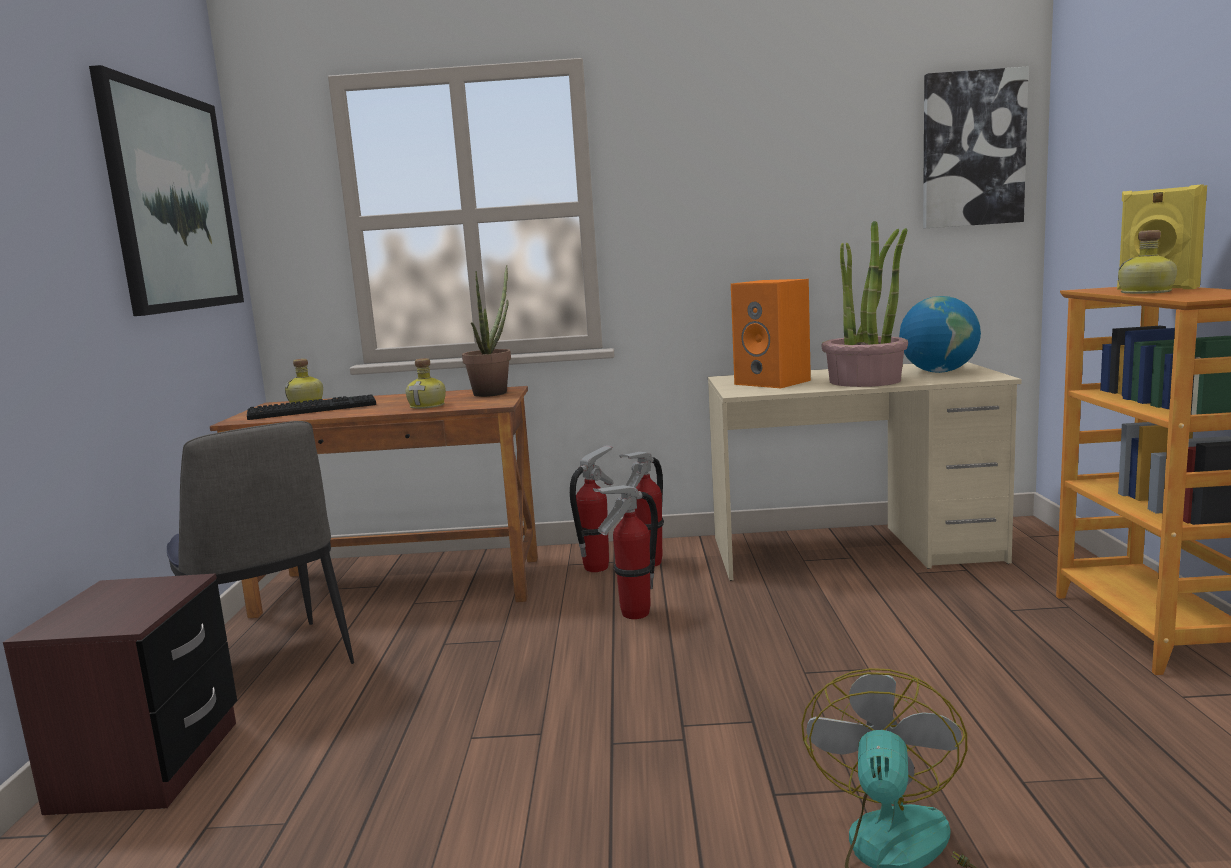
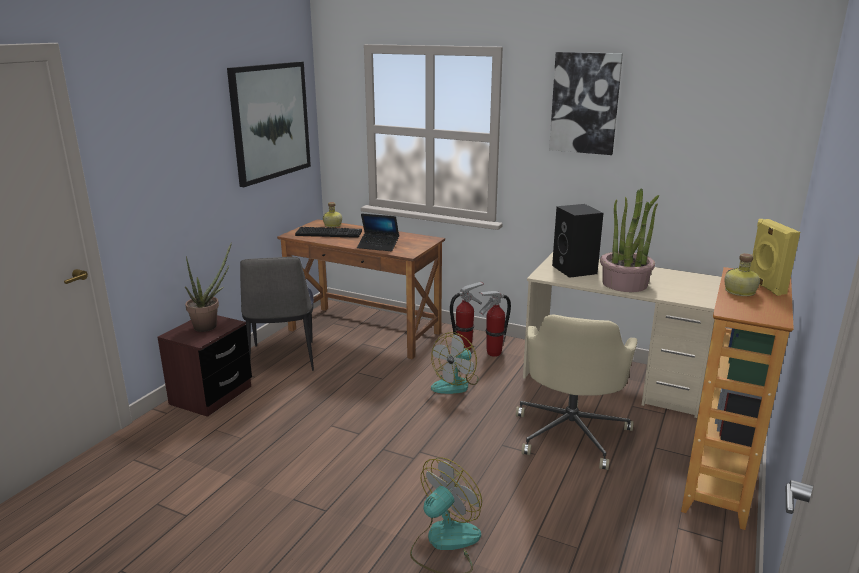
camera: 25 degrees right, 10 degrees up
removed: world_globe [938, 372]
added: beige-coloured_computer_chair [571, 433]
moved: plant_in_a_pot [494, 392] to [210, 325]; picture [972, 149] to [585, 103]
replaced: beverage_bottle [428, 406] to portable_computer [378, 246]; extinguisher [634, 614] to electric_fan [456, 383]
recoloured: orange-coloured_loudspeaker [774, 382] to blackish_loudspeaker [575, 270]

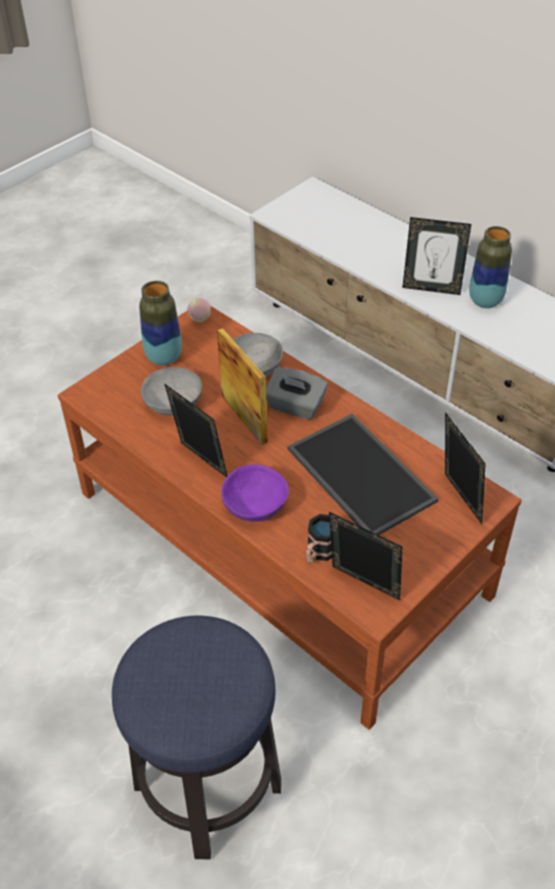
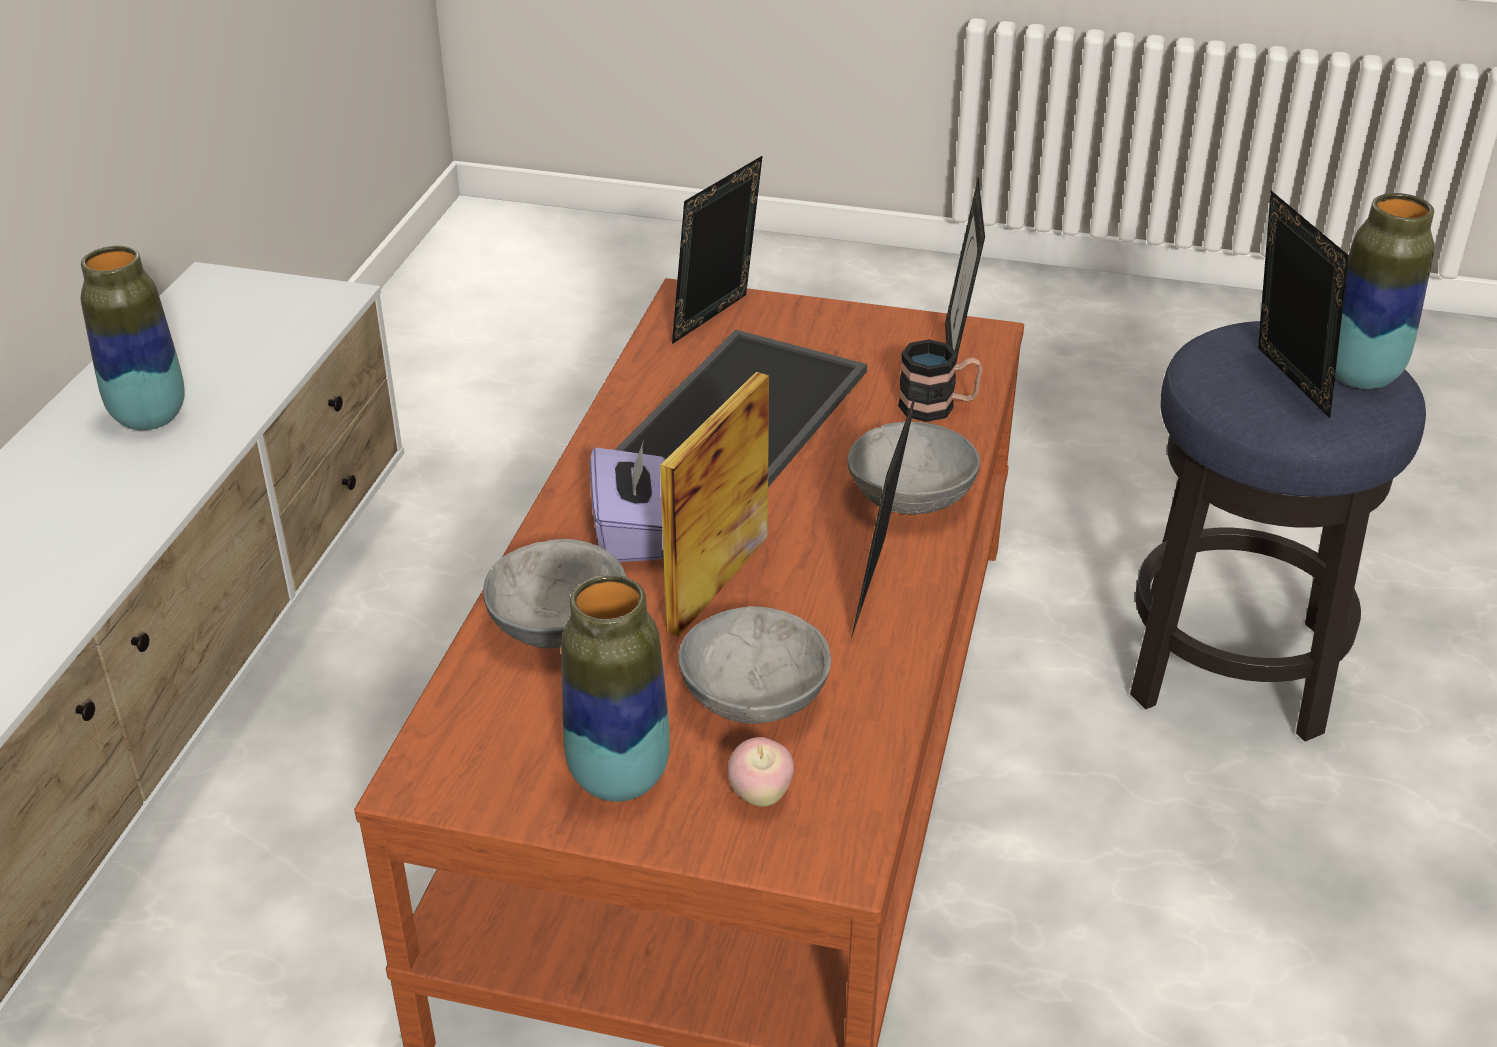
camera: 120 degrees left, 10 degrees down
added: vase [1360, 376]
moved: apple [200, 319] to [760, 796]; standing_frame [431, 288] to [1283, 384]
recoloured: purple_deep_dish [254, 505] to grey_deep_dish [912, 496]; grey_tissue_holder [295, 406] to purple_tissue_holder [634, 533]

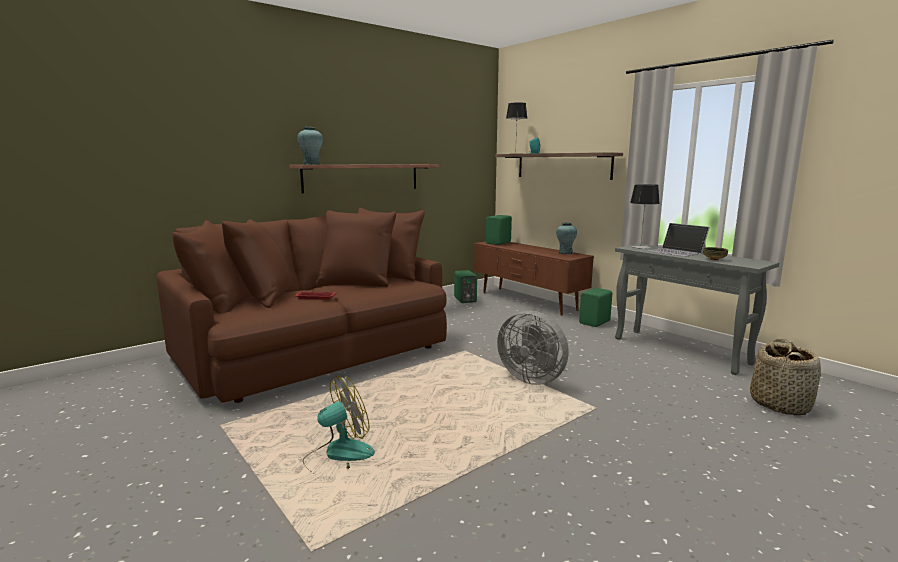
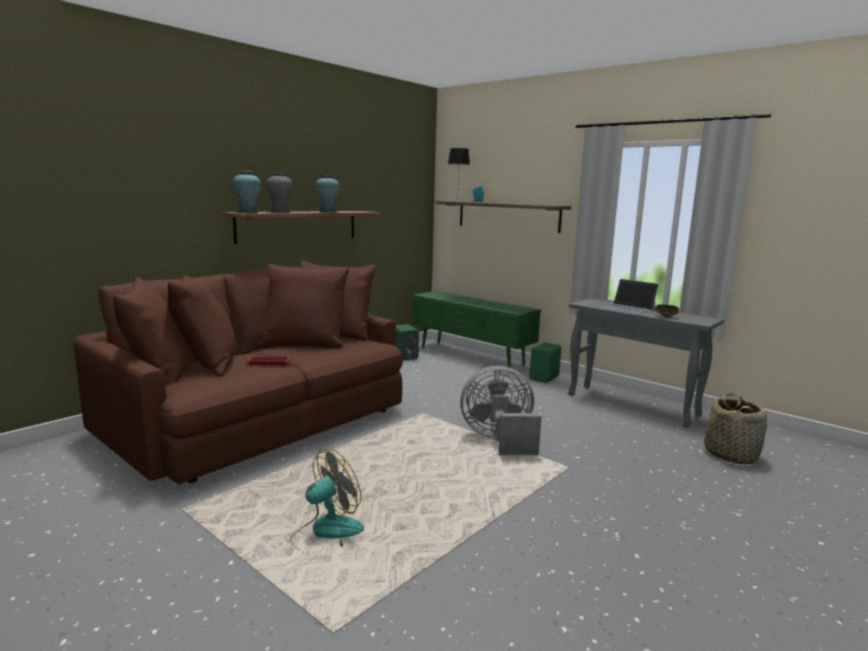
camera: 10 degrees left, 0 degrees up
removed: green_loudspeaker [499, 243]; lamp_for_a_table [640, 247]
added: grey_vase [280, 212]
moved: blue-green_vase [565, 253] to [328, 211]
recoloured: brown-coloured_media_console [527, 301] to green_media_console [470, 356]
turned: grey_electric_fan [532, 378] = [499, 440] 150 degrees clockwise

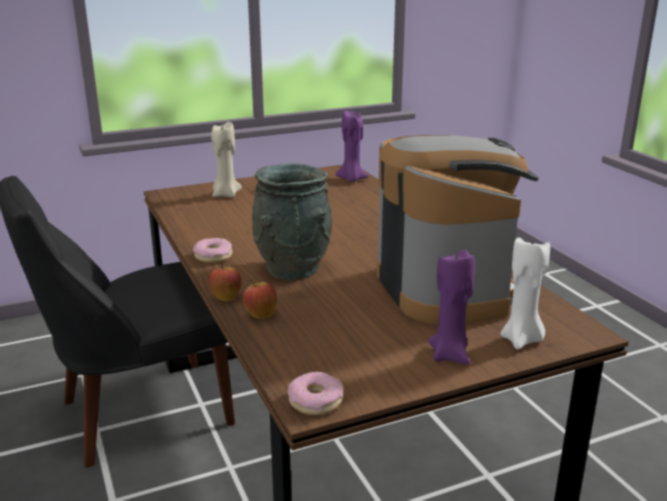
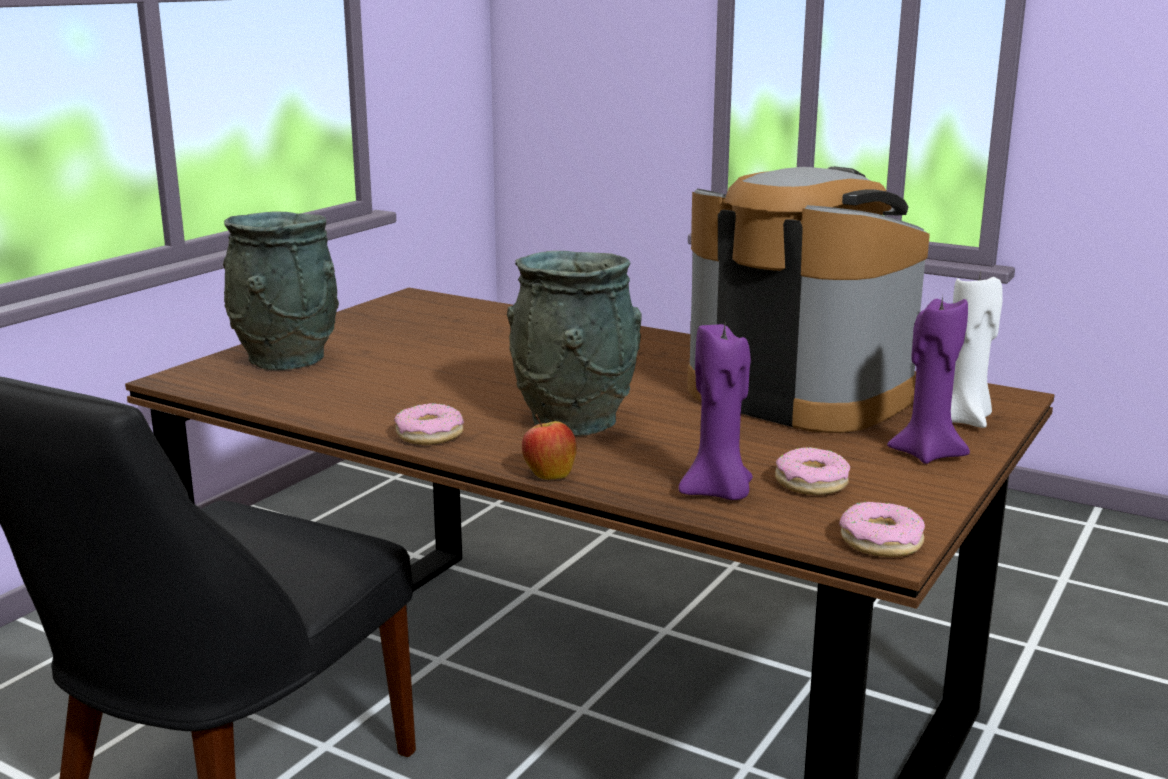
camera: 35 degrees left, 5 degrees down
removed: apple [260, 315]
added: doughnut [811, 483]
moved: purple_wax_light [351, 179] to [719, 493]
replaced: beige-coloured_wax_light [225, 194] to grey_vase [288, 359]

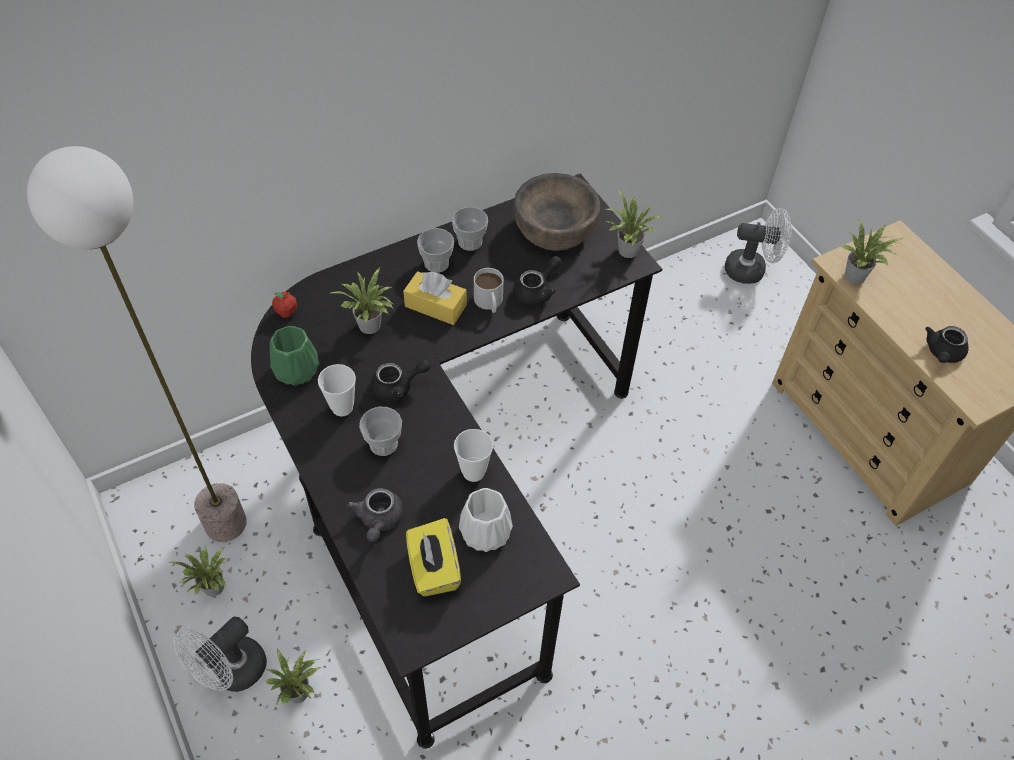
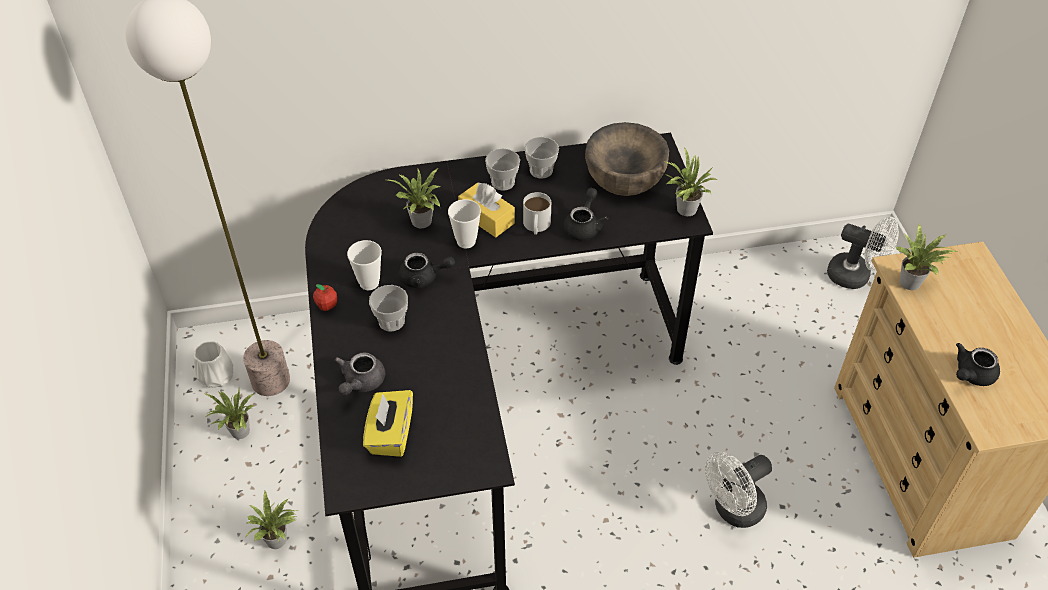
camera: 20 degrees right, 5 degrees down
removed: green_vase [295, 370]
moved: white-coloured_electric_fan [232, 673] to [733, 511]; apple [286, 312] to [327, 305]; drinking_cup [473, 472] to [466, 241]; white-coloured_vase [487, 532] to [218, 376]
turned: blackish_tea_pot [536, 291] = [584, 226] 45 degrees counterclockwise

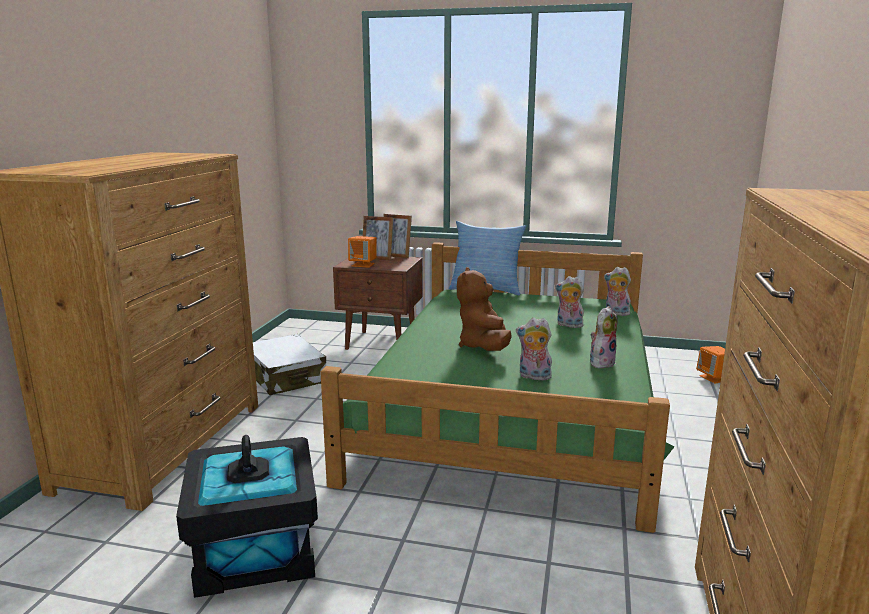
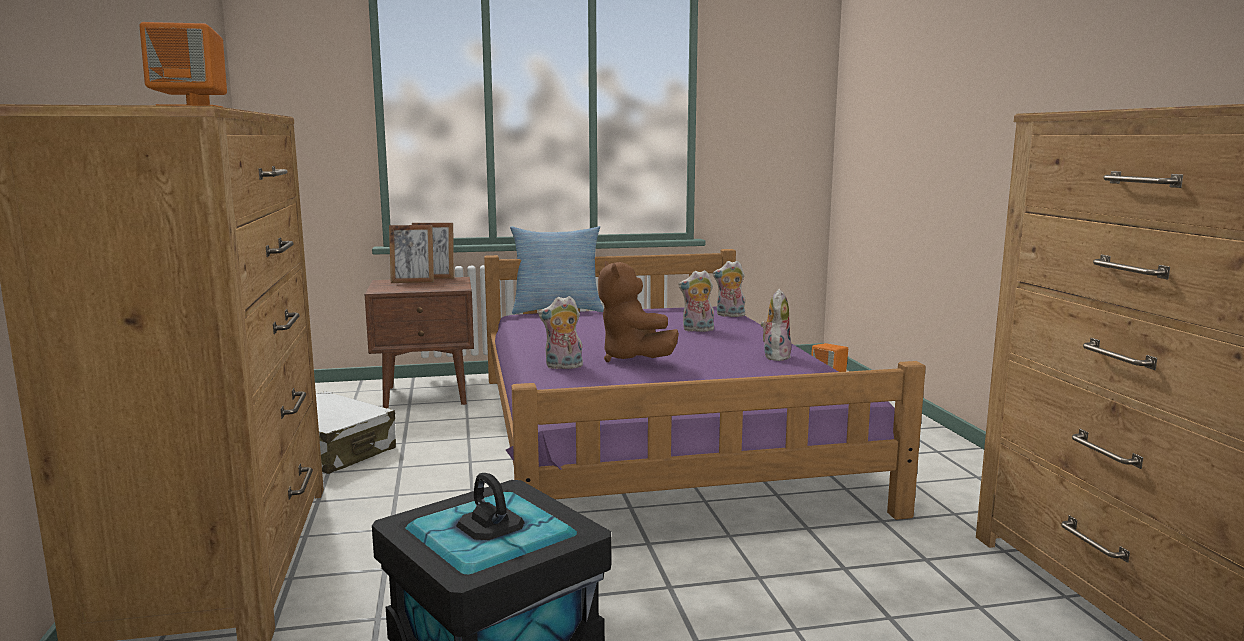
camera: 25 degrees left, 5 degrees down
moved: orange-coloured_loudspeaker [363, 265] to [191, 107]; cuddly_toy [533, 377] to [563, 367]
recoloured: green_bedroom_bed [512, 407] to purple_bedroom_bed [656, 435]

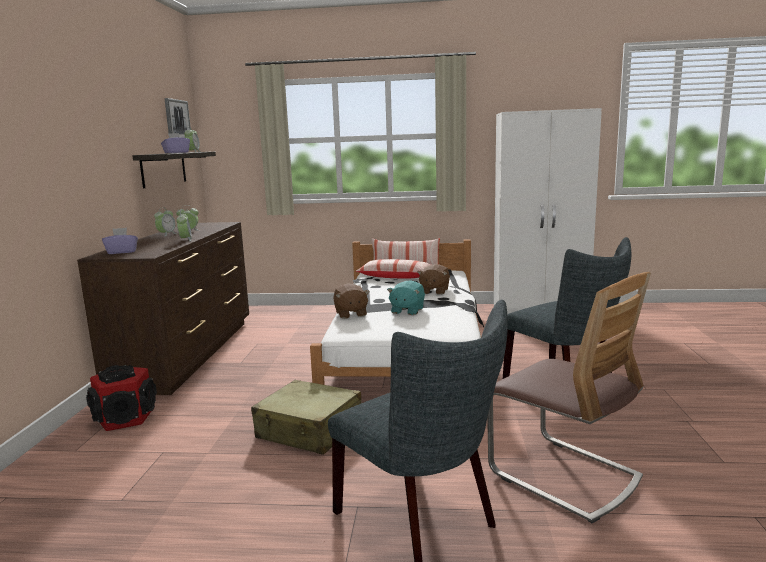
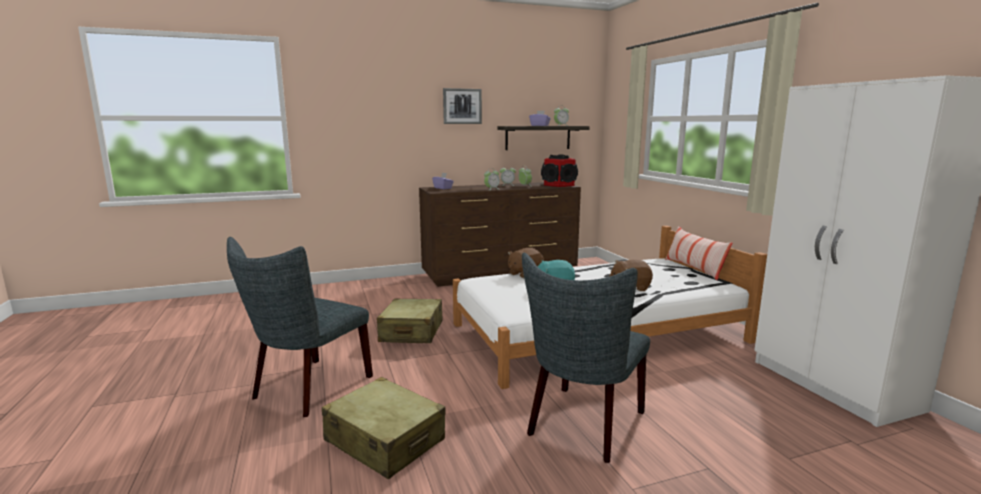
camera: 65 degrees right, 0 degrees up
removed: throw_pillow [395, 277]
moved: loudspeaker [126, 418] to [559, 185]; picture [177, 120] to [462, 106]
replaced: upright_chair [564, 475] to beige-coloured_piece_of_luggage [385, 440]

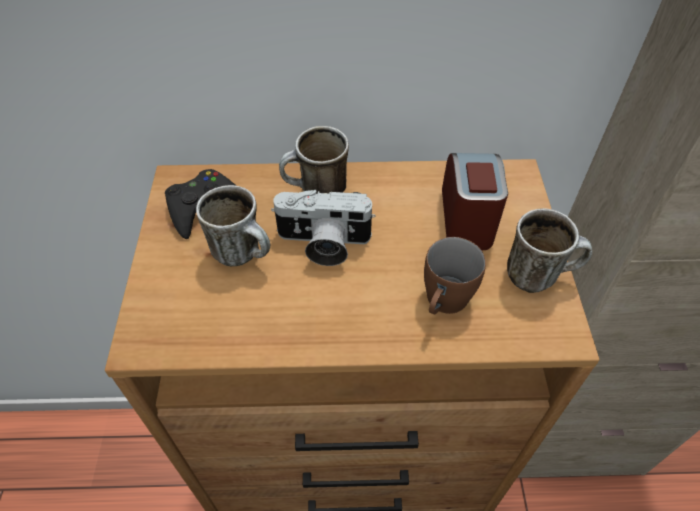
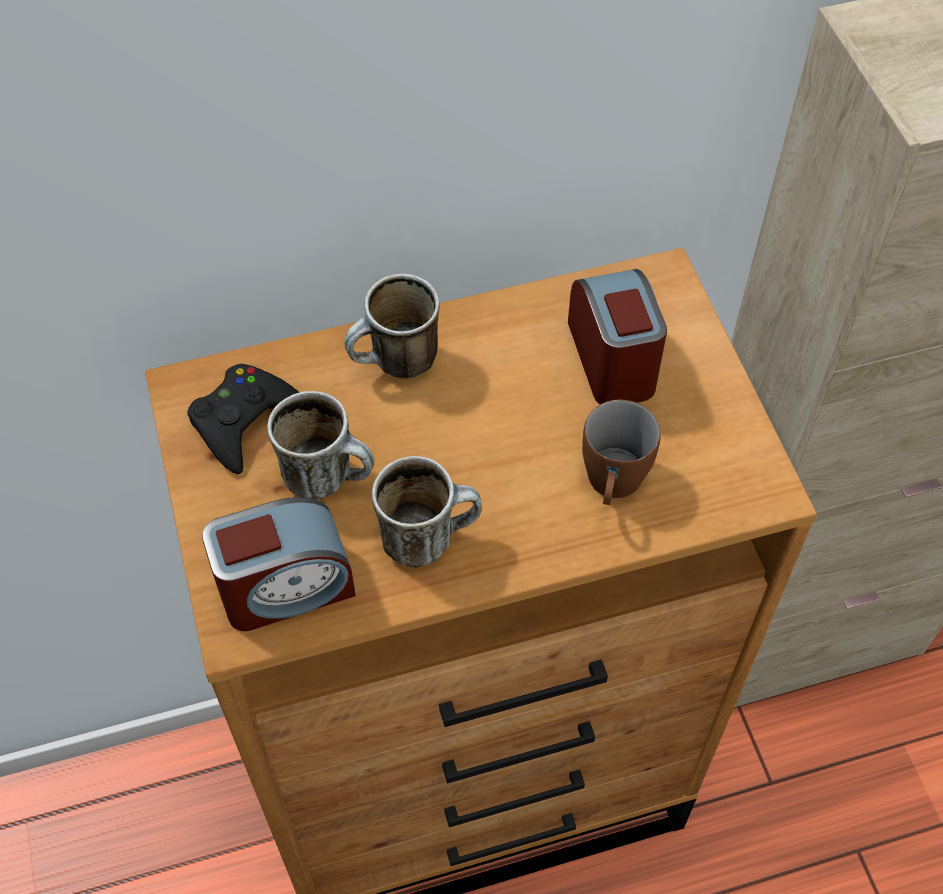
camera: 15 degrees left, 5 degrees up
removed: still_camera [322, 244]
added: bedside_clock [286, 588]
moved: mug [538, 275] to [428, 537]

